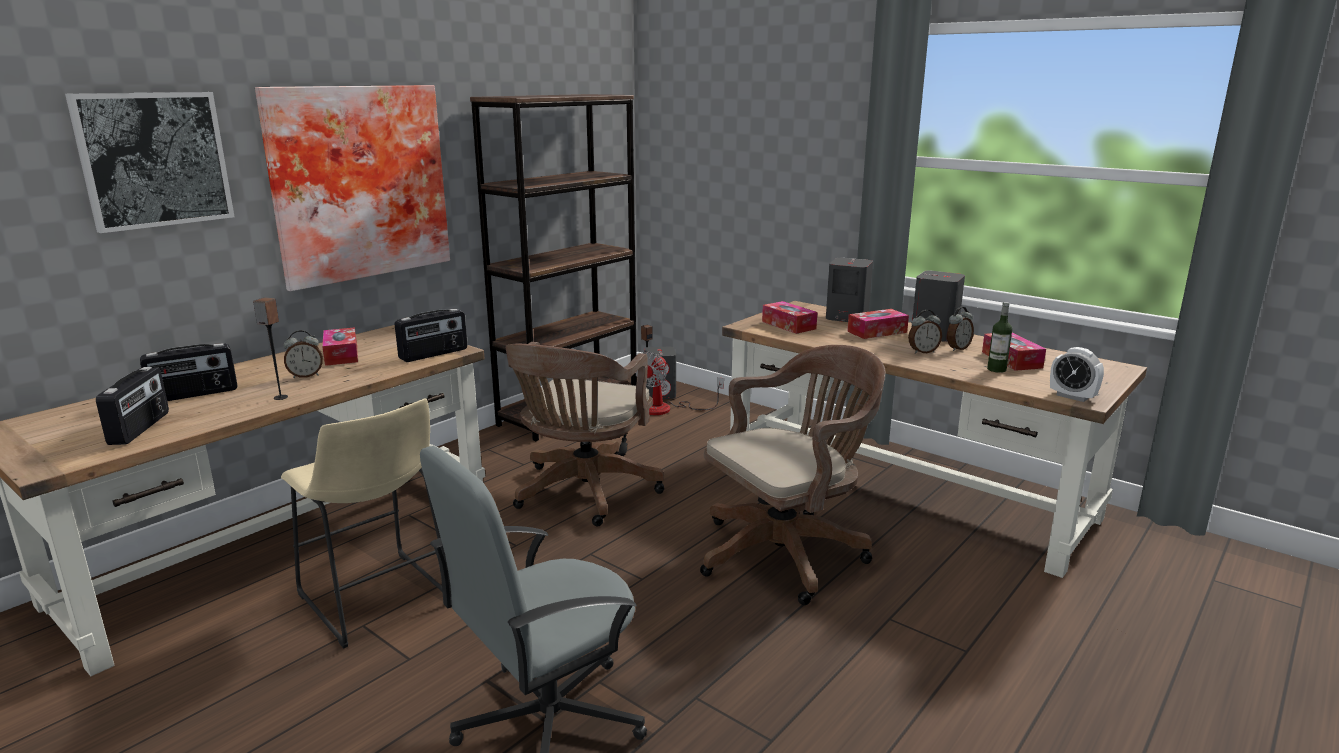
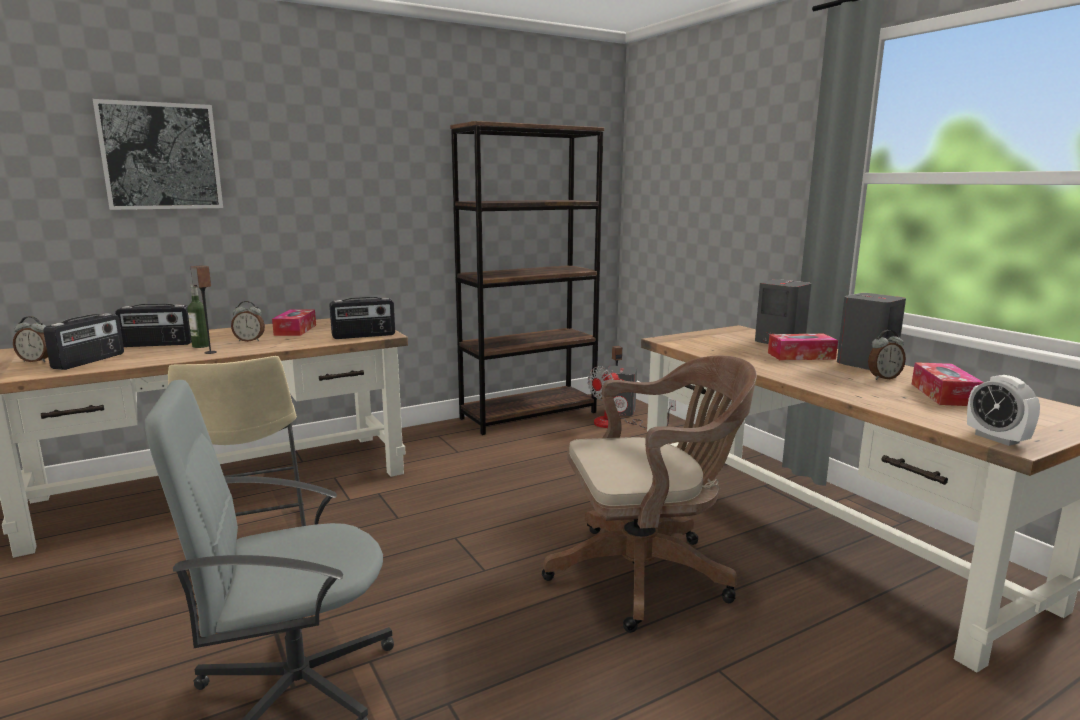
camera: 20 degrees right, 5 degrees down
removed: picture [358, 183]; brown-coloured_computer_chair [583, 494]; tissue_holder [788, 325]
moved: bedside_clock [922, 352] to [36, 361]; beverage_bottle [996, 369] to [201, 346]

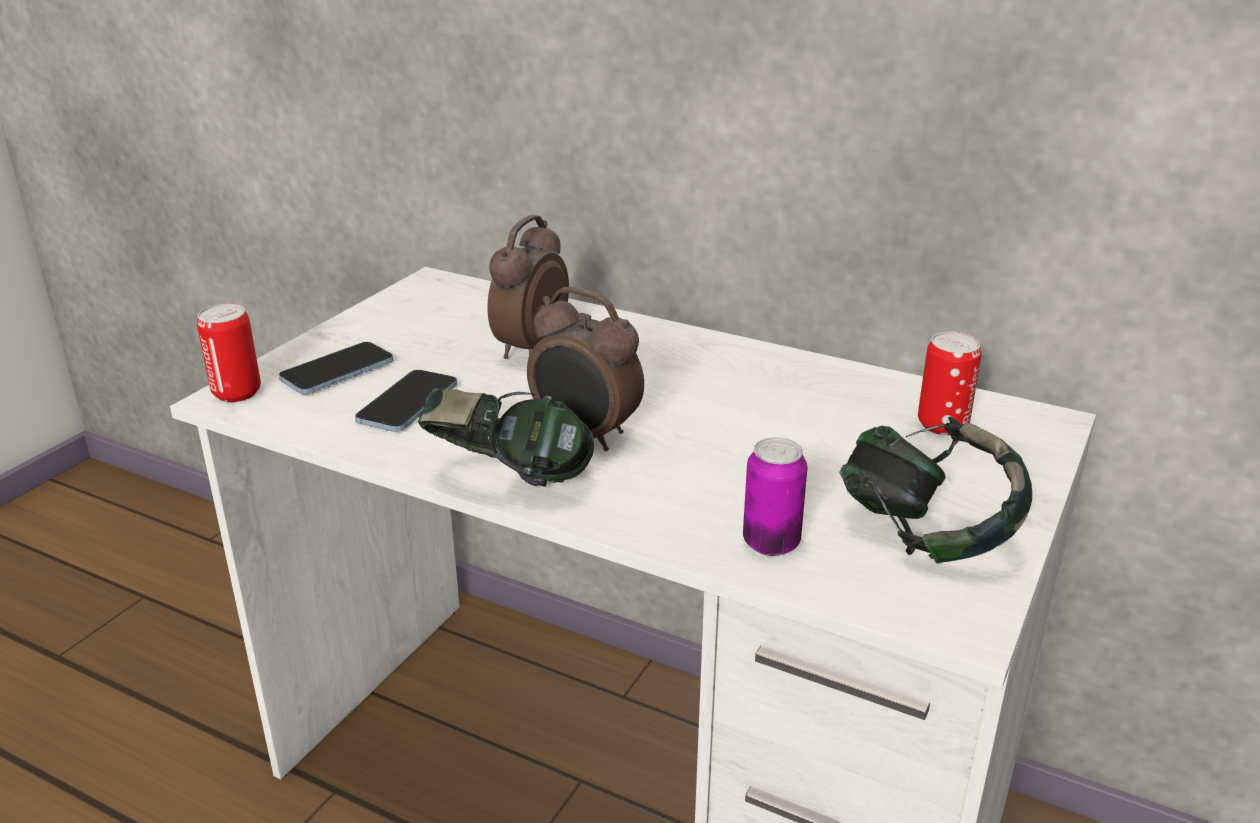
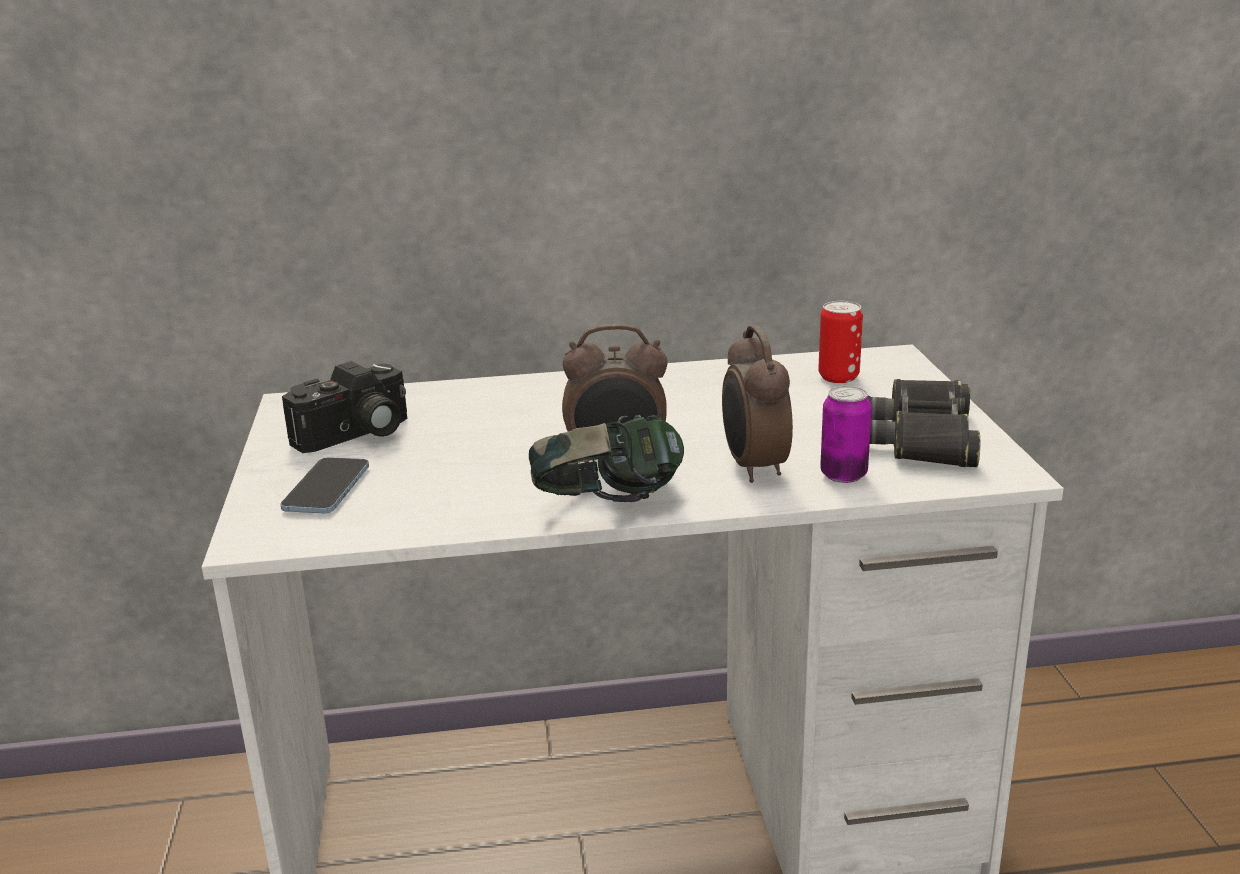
camera: 35 degrees left, 5 degrees down
removed: sealed_can [237, 393]; telephone [408, 404]
added: still_camera [356, 435]
moved: bedside_clock [529, 349] to [753, 468]
replaced: headset [925, 535] to blackish_binoculars [922, 438]

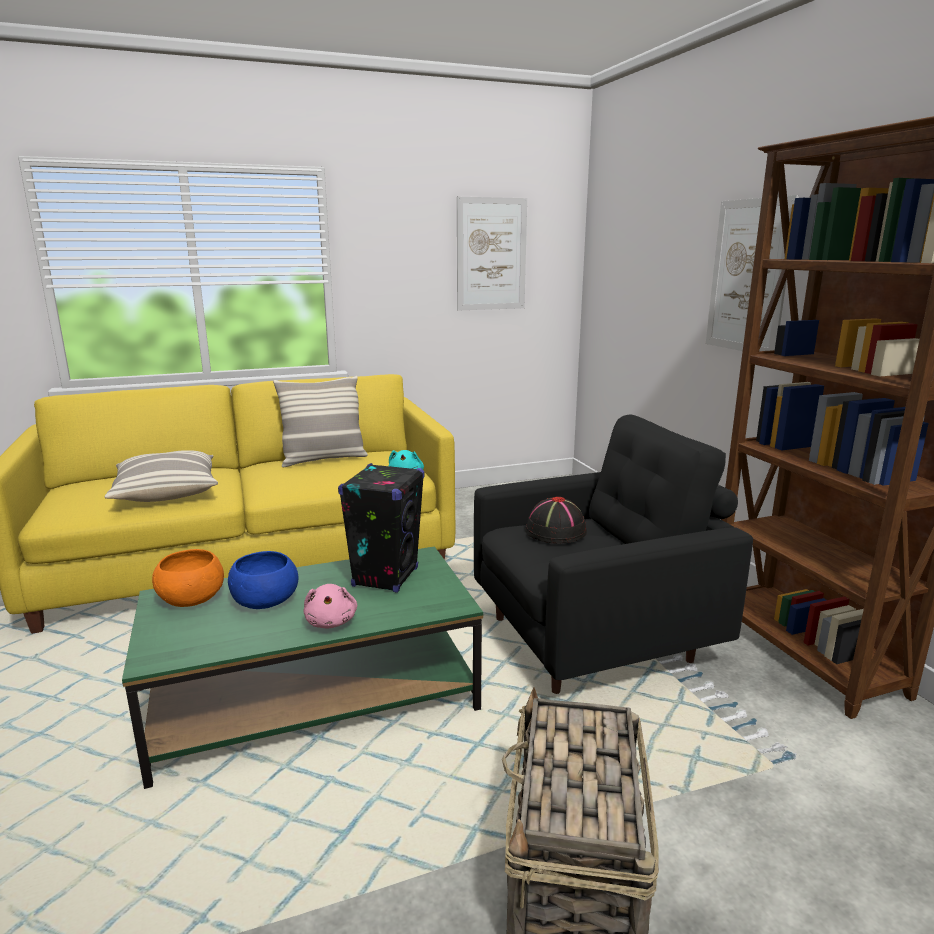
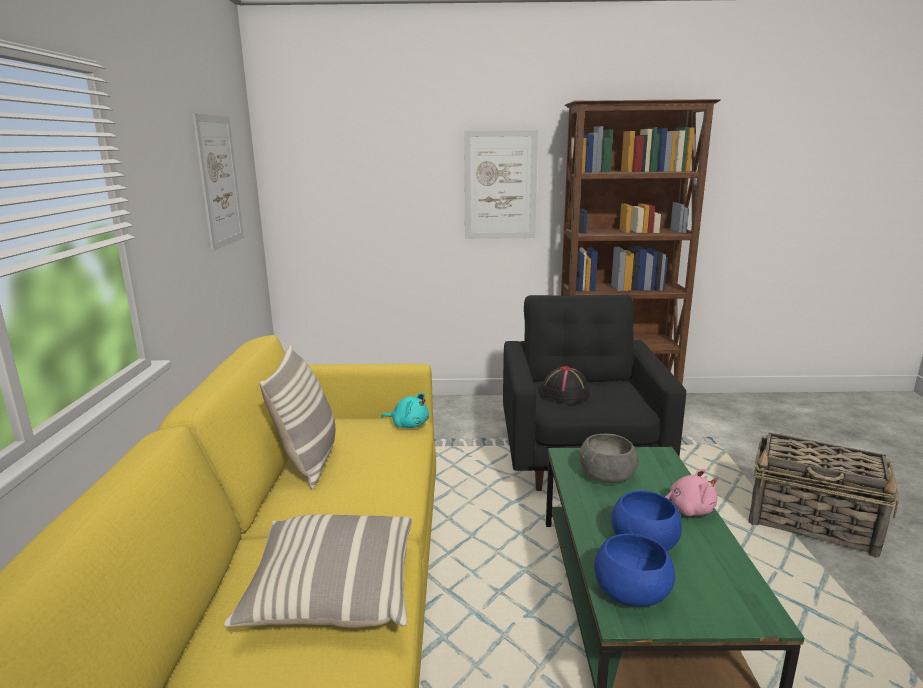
camera: 70 degrees left, 0 degrees up
replaced: blackish_loudspeaker [385, 577] to grey_deep_dish [606, 476]
recoloured: orange-coloured_deep_dish [192, 599] to bluish_deep_dish [632, 592]

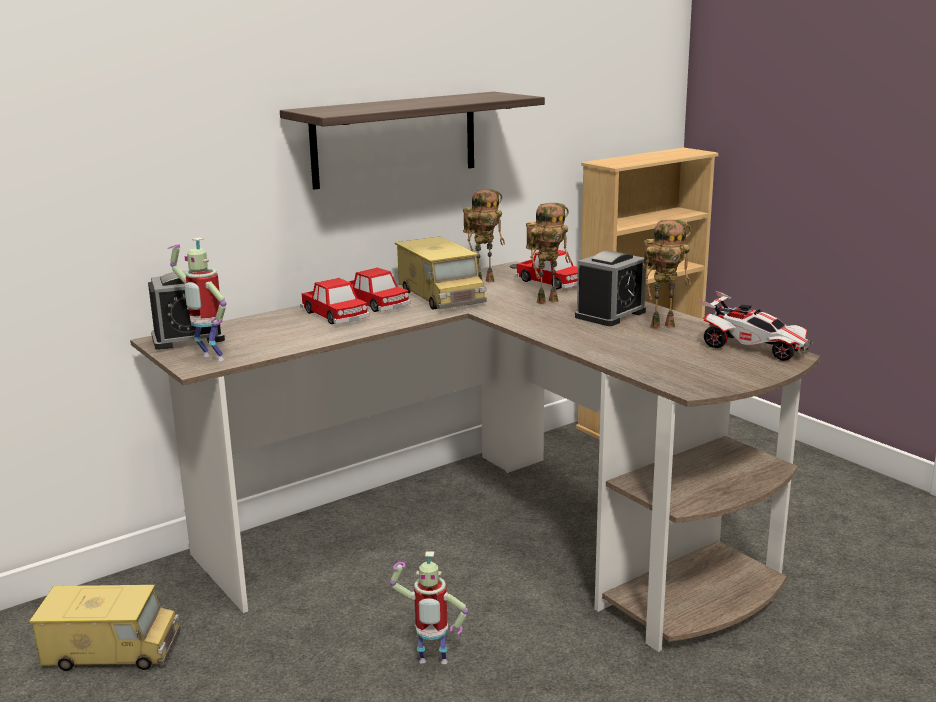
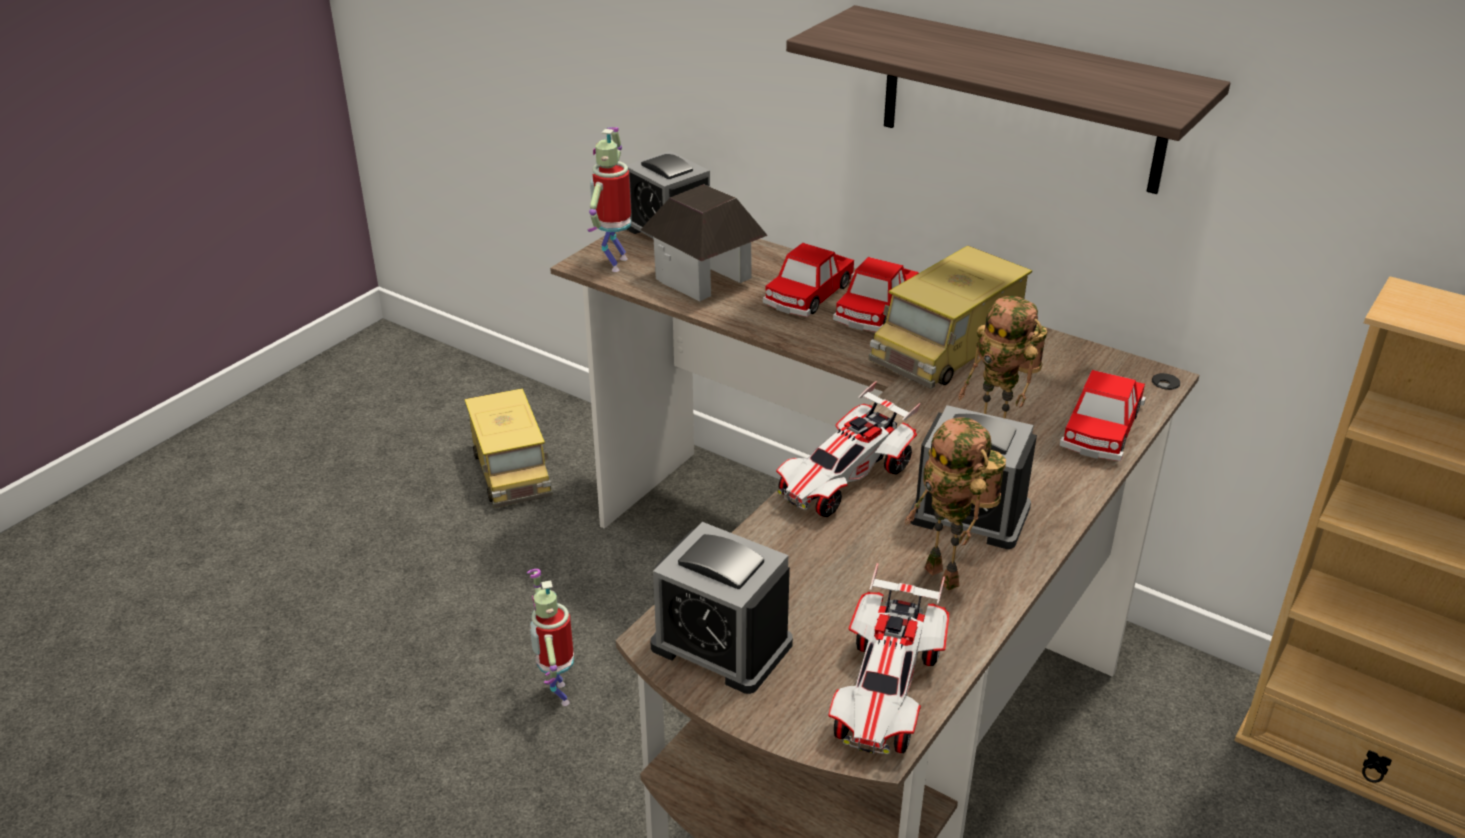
camera: 70 degrees right, 15 degrees up
removed: toy_robot [484, 281]
added: miniature_house [704, 278]; bedside_clock [721, 645]; toy_car [844, 481]

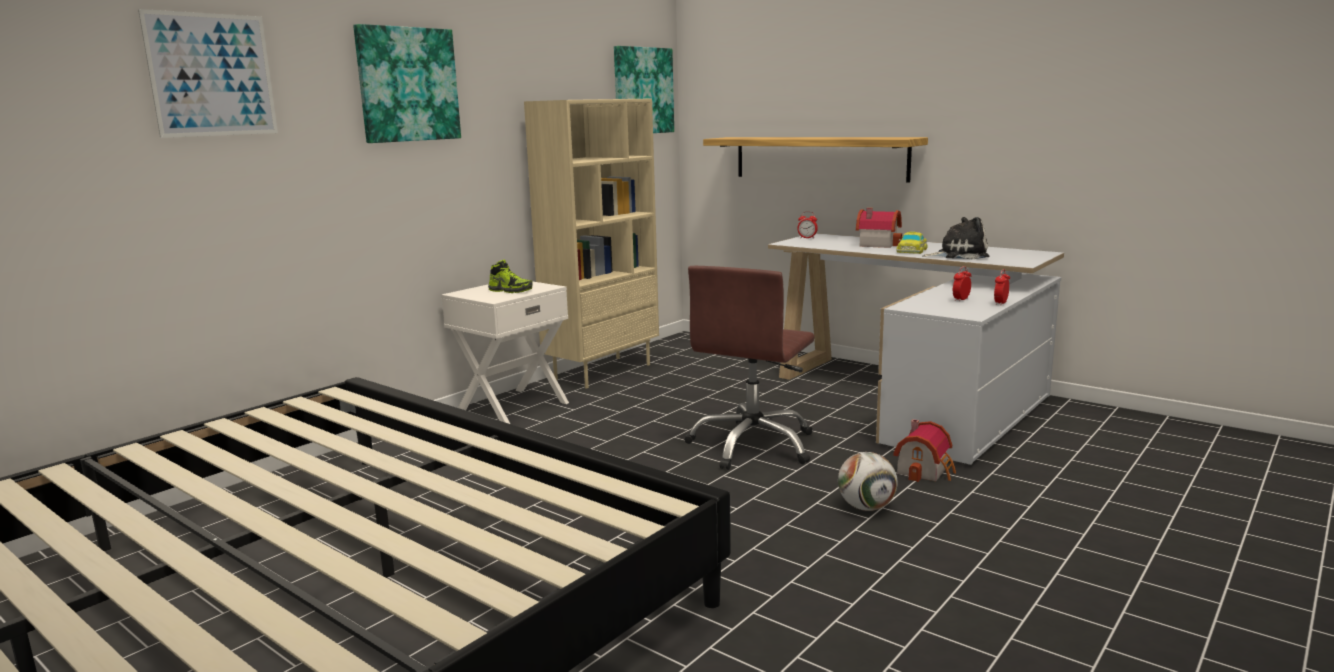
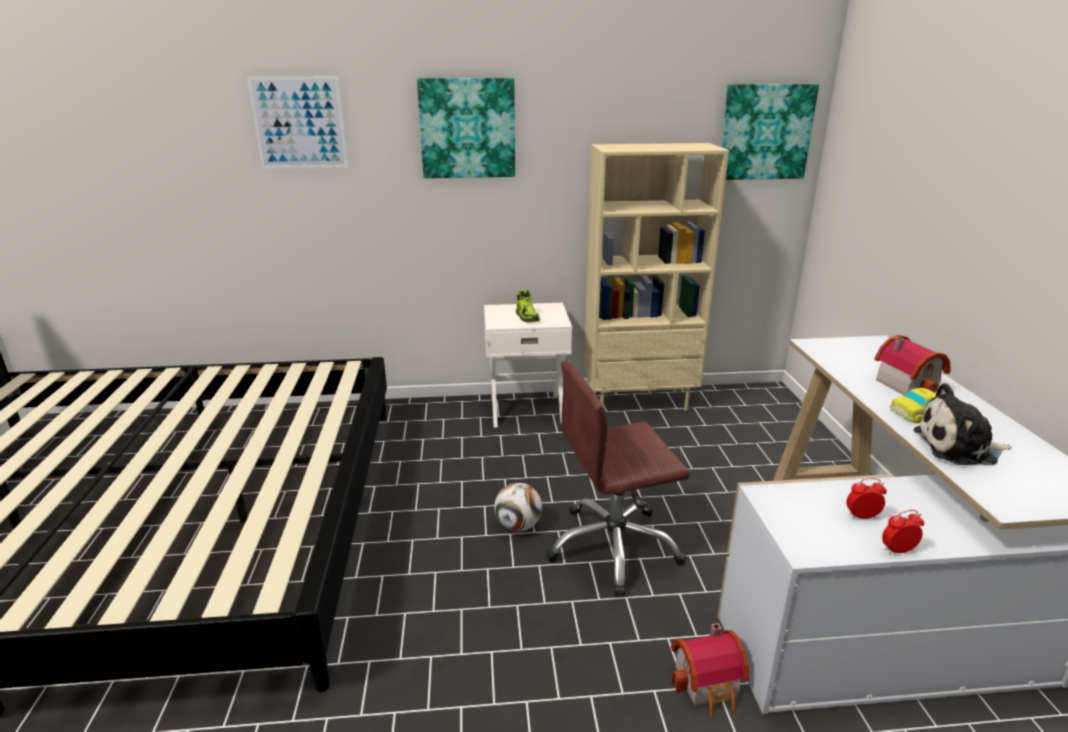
camera: 45 degrees right, 10 degrees up
removed: bracket_shelf [819, 158]; bedside_clock [807, 238]
moved: football [866, 507] to [518, 526]
turned: cuddly_toy [959, 255] = [959, 448] 135 degrees clockwise

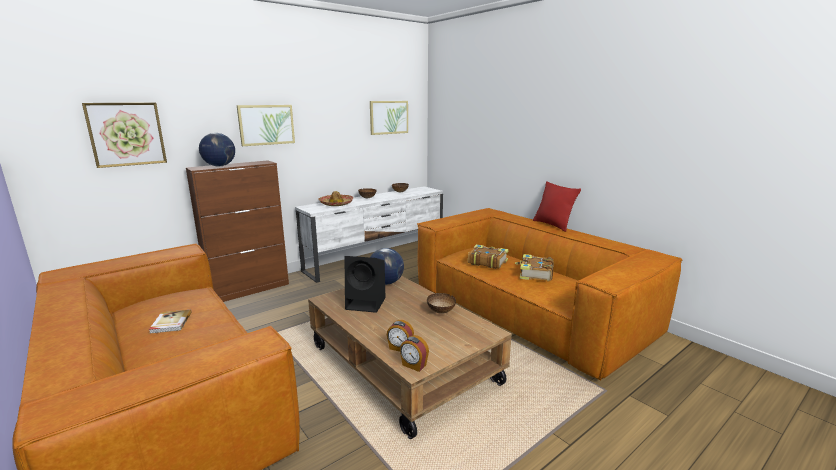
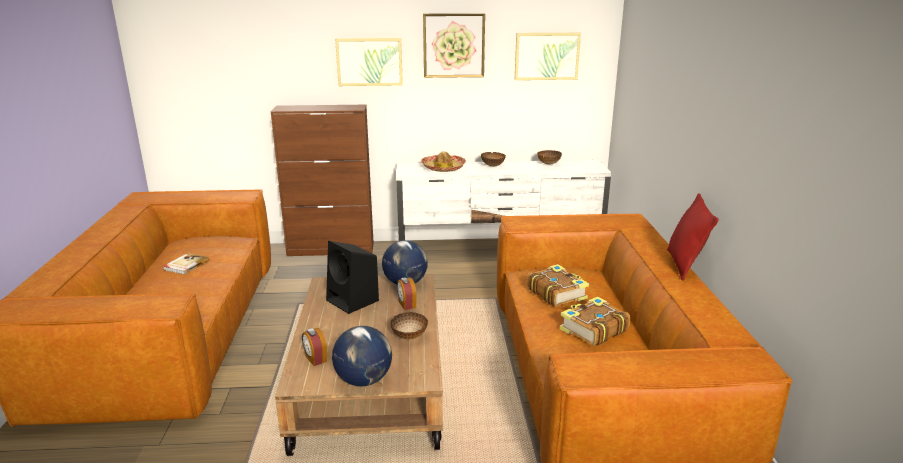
camera: 35 degrees right, 5 degrees up
moved: picture [126, 134] to [453, 45]; world_globe [220, 166] to [364, 380]; bedside_clock [414, 365] to [406, 304]

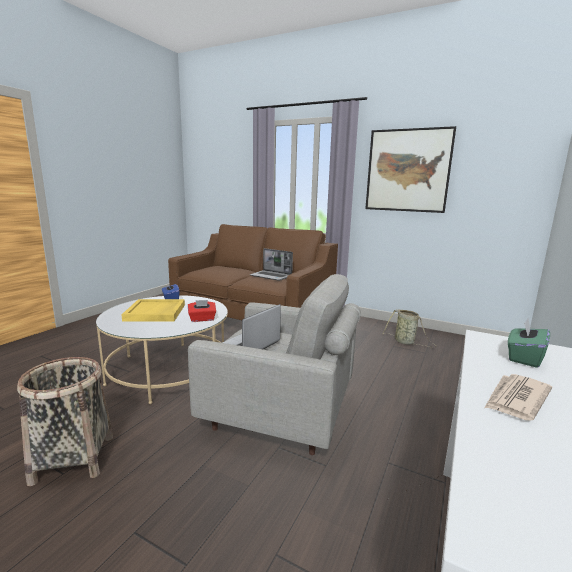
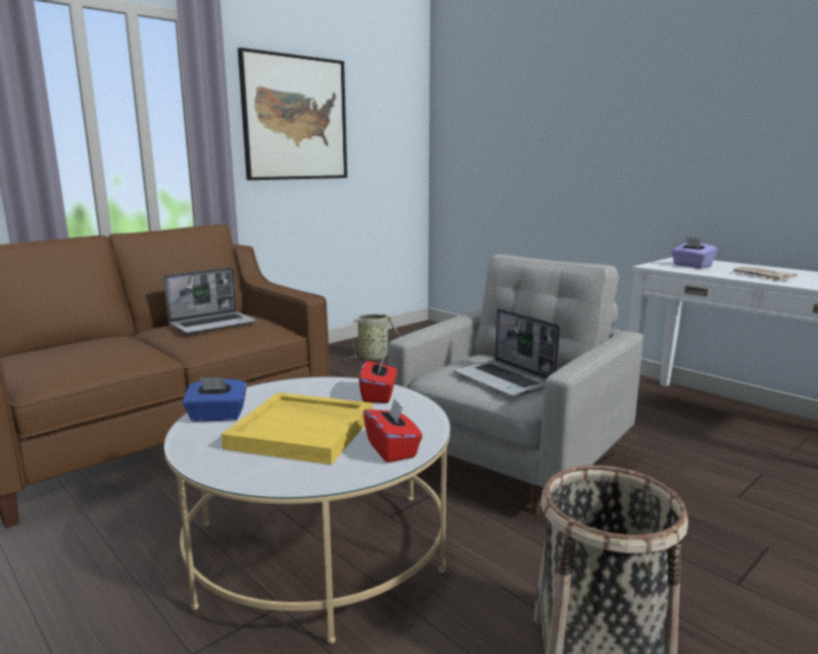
camera: 70 degrees left, 0 degrees up
added: reddish_tissue_holder [392, 449]
recoloured: green_tissue_holder [524, 357] to purple_tissue_holder [691, 266]

